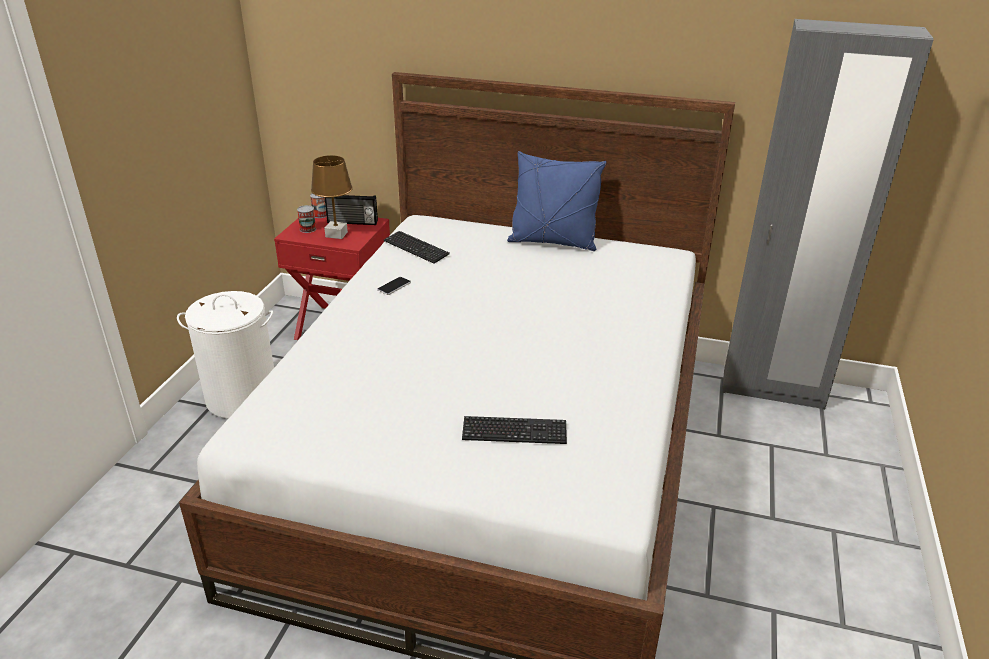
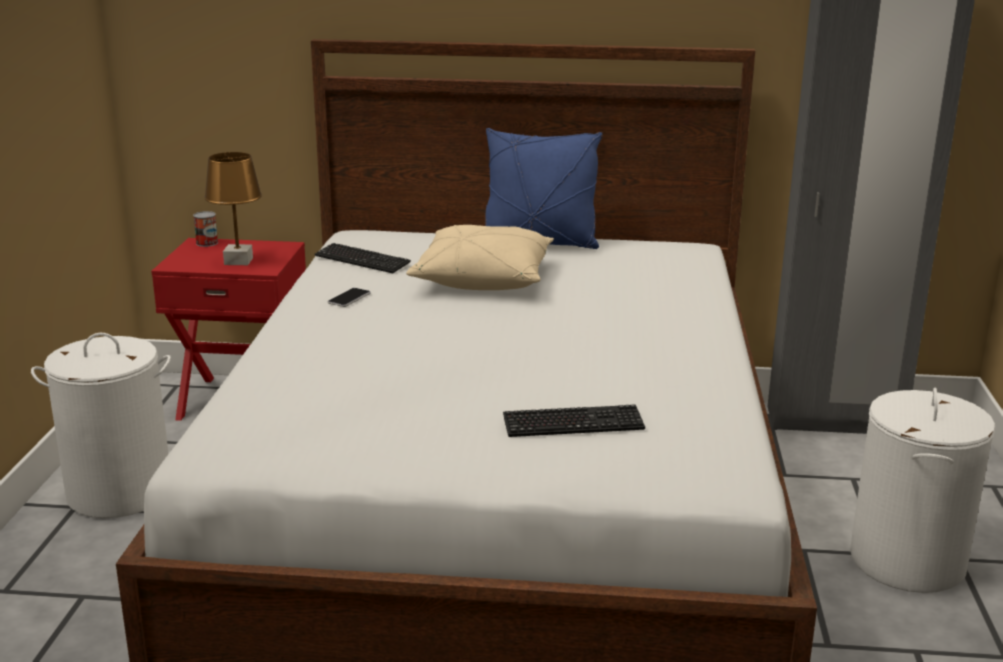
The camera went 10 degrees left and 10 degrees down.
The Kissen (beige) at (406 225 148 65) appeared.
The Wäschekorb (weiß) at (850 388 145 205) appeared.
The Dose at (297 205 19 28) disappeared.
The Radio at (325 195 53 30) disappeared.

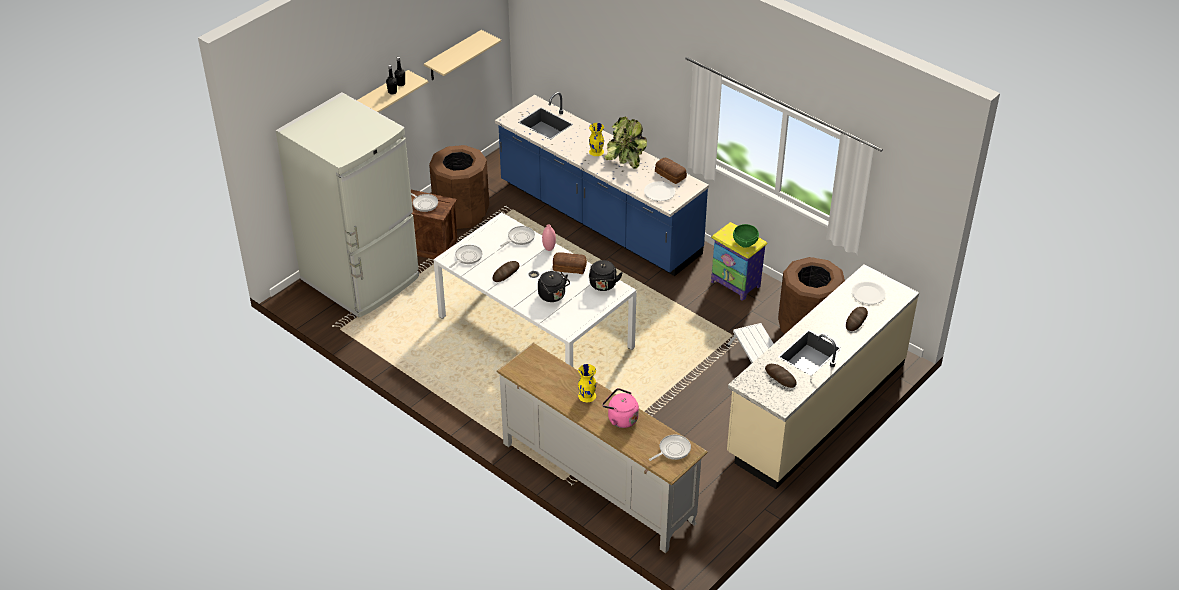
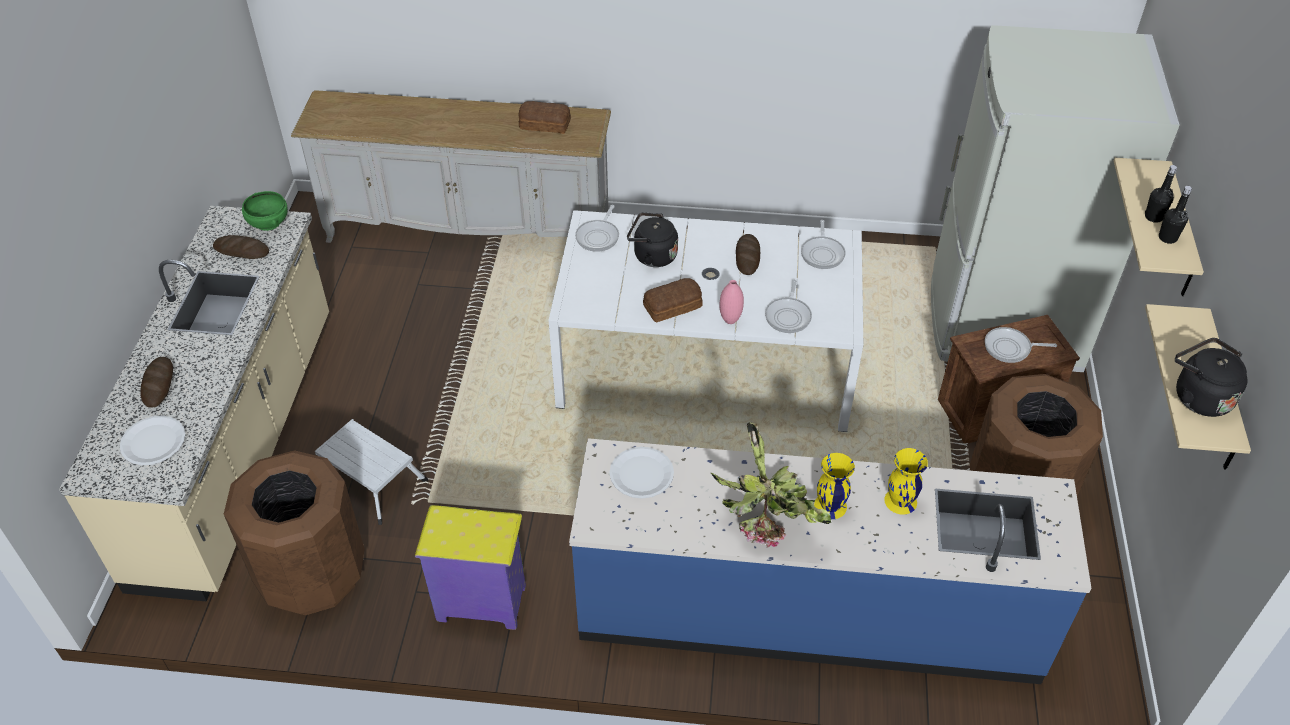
The camera went 145 degrees right and 5 degrees up.
The Schüssel (grün) moved from (733 224 26 24) to (242 191 46 40).
The Brot moved from (655 158 32 26) to (519 101 52 33).
The Pfanne moved from (649 435 42 26) to (575 205 44 47).
The Vase (gelb) moved from (578 364 18 38) to (884 448 44 67).
The Wasserkessel (schwarz) moved from (589 260 34 31) to (1175 338 72 79).
The Wasserkessel (rosa) at (602 388 37 40) disappeared.

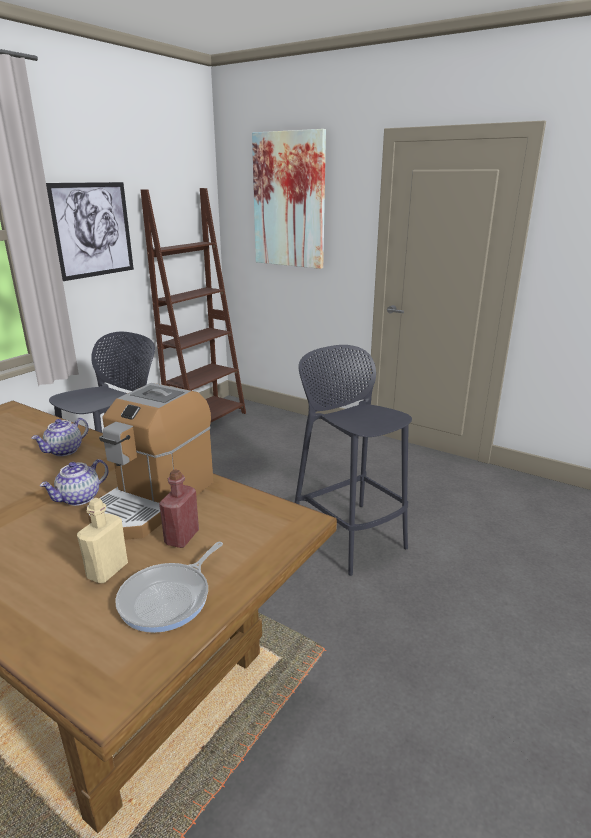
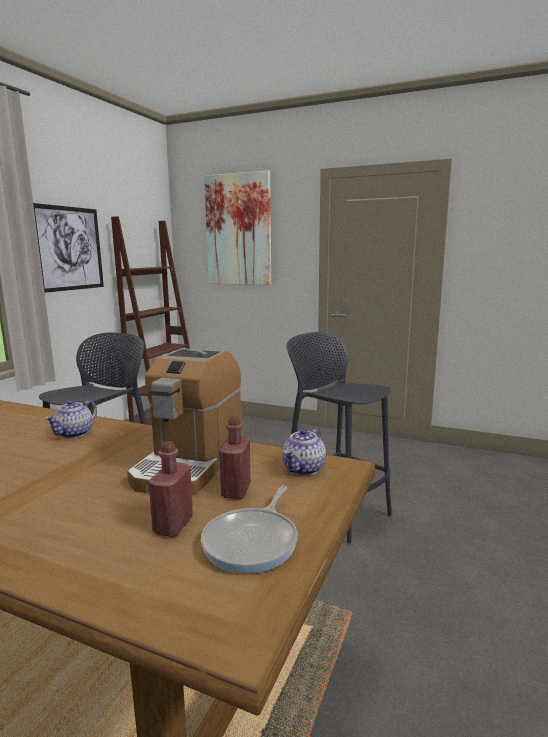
The camera went 10 degrees left and 10 degrees down.
The Flasche (beige) at (77 498 51 85) became the Flasche (rot) at (148 441 45 96).
The Teekanne moved from (39 459 69 47) to (282 428 44 48).

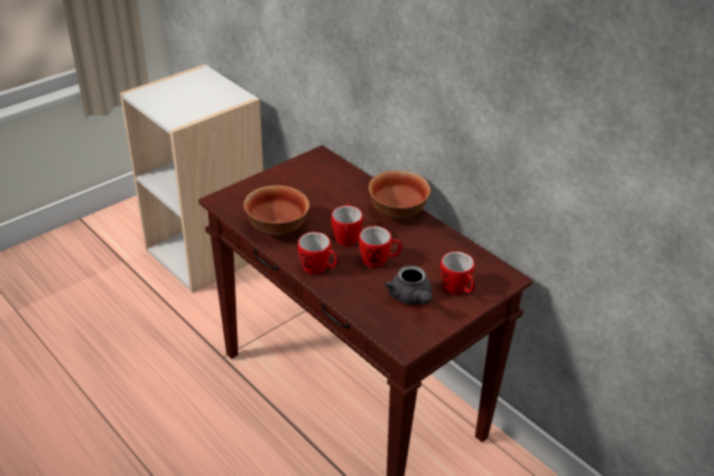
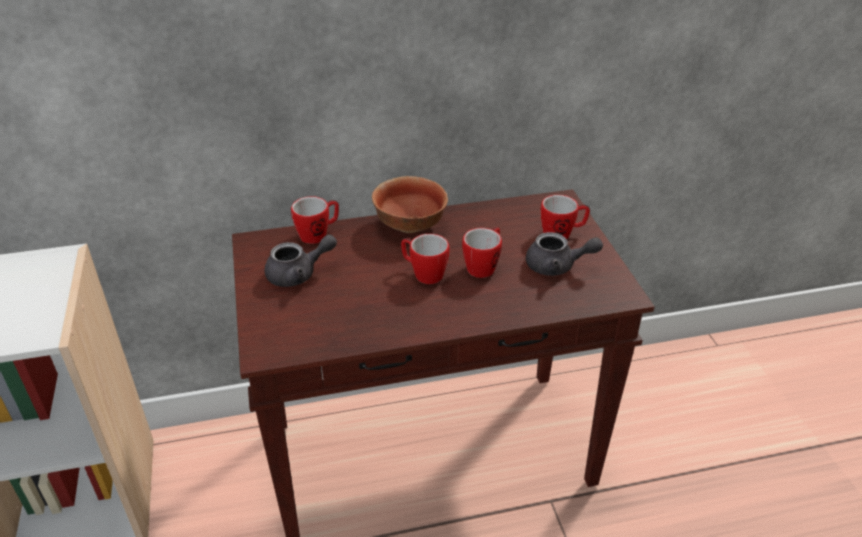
The camera went 60 degrees left and 0 degrees up.
The Teekanne (grau) at (265 234 72 53) appeared.
The Henkelbecher moved from (298 232 40 42) to (291 196 48 48).
The Schüssel at (244 185 66 50) disappeared.

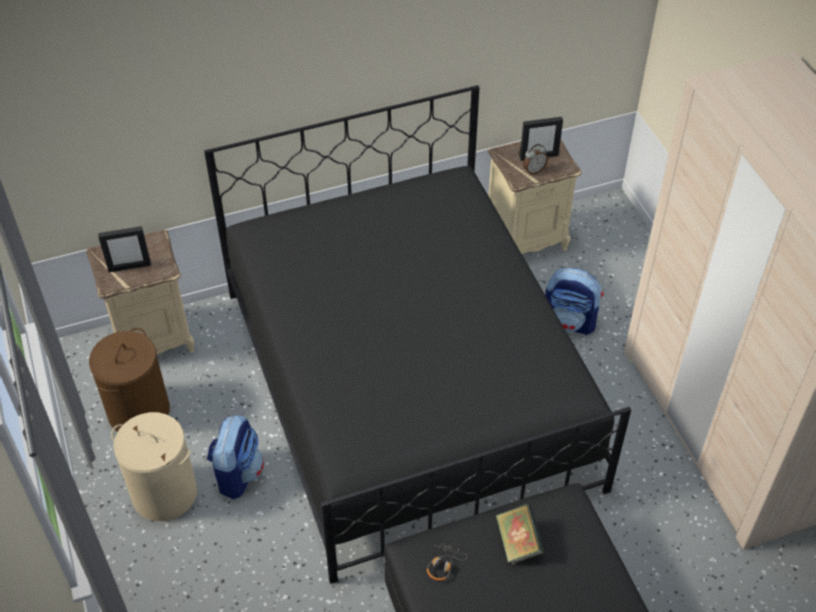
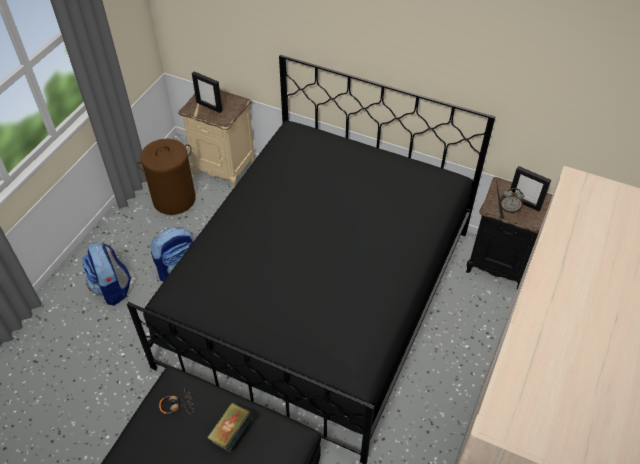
The camera went 45 degrees right and 0 degrees up.
The Rucksack moved from (545 268 59 67) to (82 242 49 64).
The Nachttisch (beige) at (488 140 94 114) became the Nachttisch (schwarz) at (466 177 87 112).
The Wäschekorb (beige) at (111 412 86 109) disappeared.

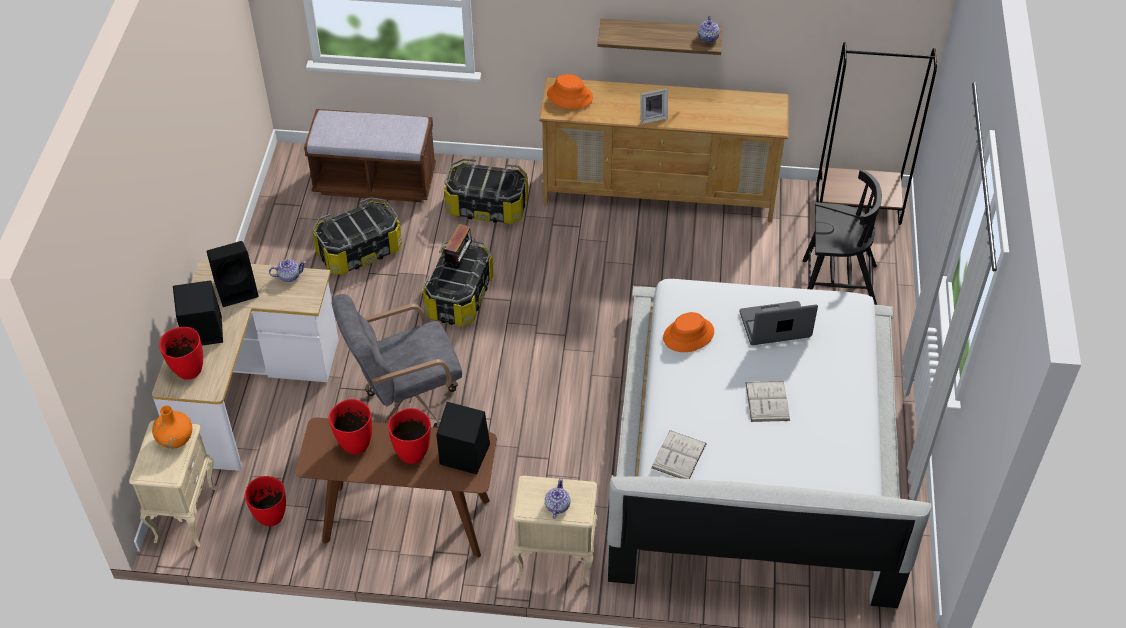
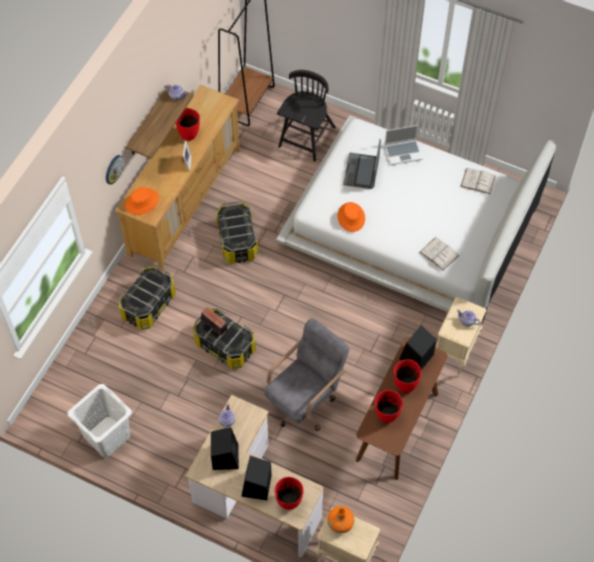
The camera went 70 degrees left and 10 degrees up.
The Wäschekorb (weiß) at (67 384 65 74) appeared.
The Wanduhr at (106 155 18 30) appeared.
The Vase (rot) moved from (245 476 41 50) to (176 108 24 33).
The Aufbewahrungsbox moved from (312 197 90 78) to (216 201 42 63).
The Bürostuhl (grau) at (332 294 130 134) turned 135 degrees counterclockwise.
The Laptop at (385 125 37 40) appeared.
The Buch (weiß) moved from (745 381 45 41) to (460 168 35 26).
The Bank (braun) at (304 109 132 93) disappeared.

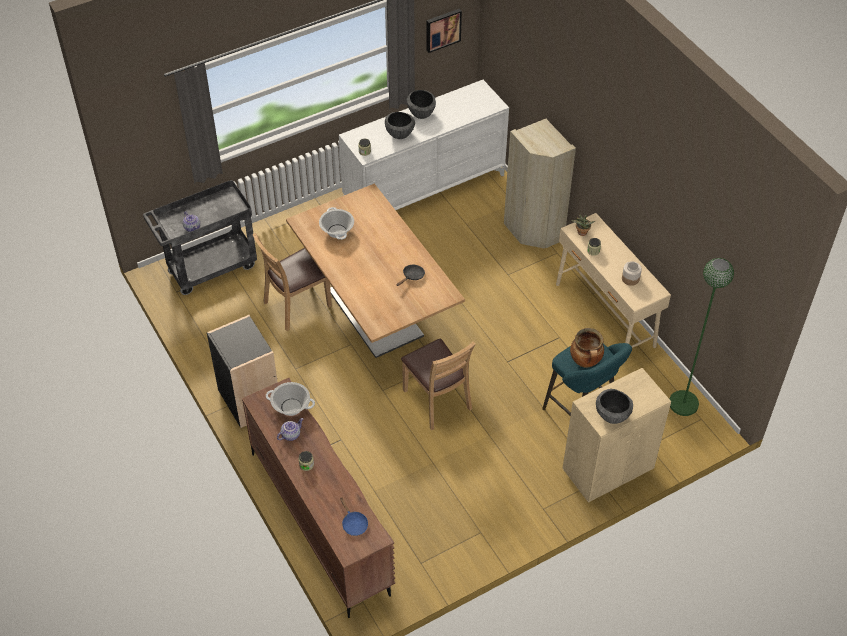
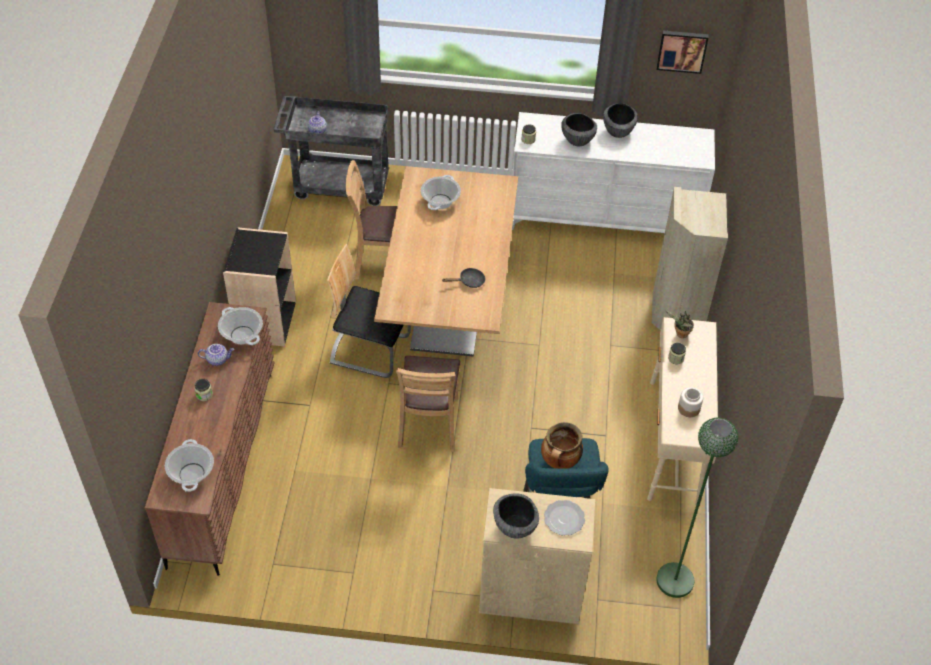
The camera went 35 degrees right and 0 degrees up.
The Pfanne (blau) at (340 497 28 39) was replaced by the Kochtopf at (165 439 49 53).
The Stuhl at (327 244 84 134) appeared.
The Teller at (544 500 41 35) appeared.

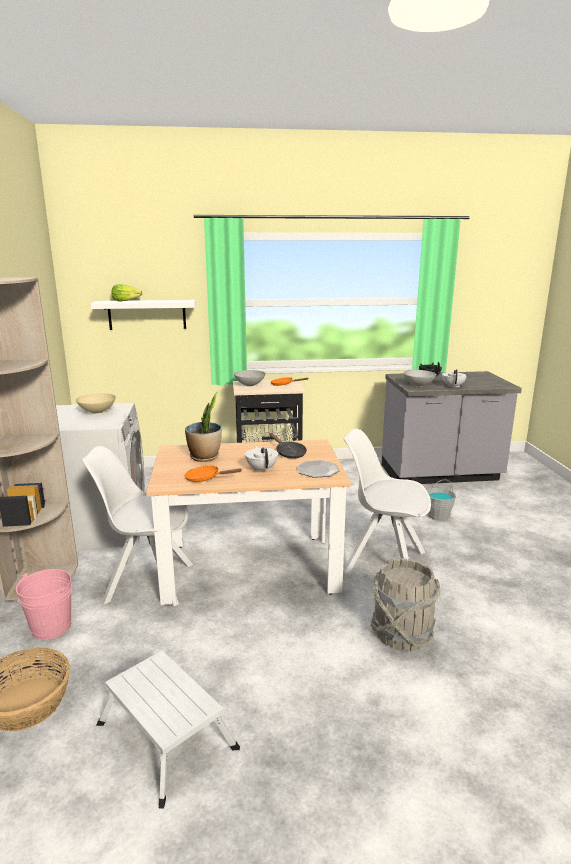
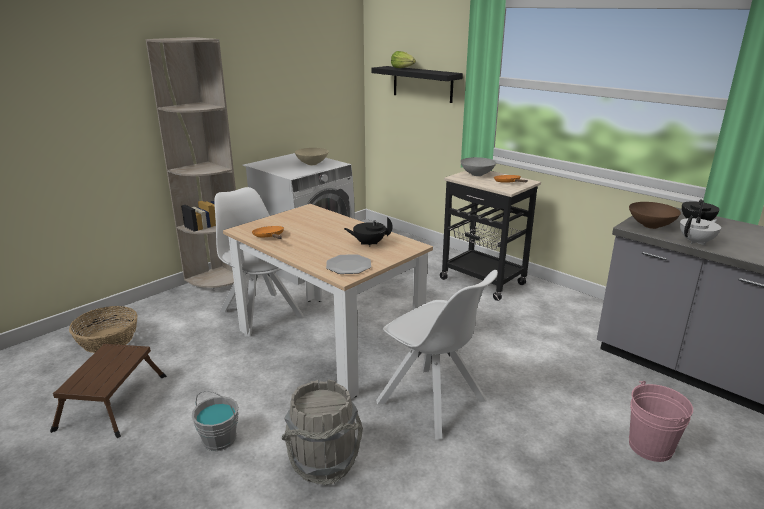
The camera went 50 degrees right and 5 degrees up.
The Trittleiter (weiß) at (96 650 144 159) became the Trittleiter (braun) at (50 344 117 94).
The Eimer (grau) moved from (427 480 29 41) to (192 391 47 60).
The Pfanne (schwarz) at (269 433 38 26) was replaced by the Teekanne (schwarz) at (344 217 49 28).
The Wandregal (weiß) at (91 300 105 30) became the Wandregal (schwarz) at (371 66 92 37).
The Stuhl (weiß) at (343 429 88 143) turned 150 degrees clockwise.
The Schüssel (grau) at (403 370 33 17) became the Schüssel (braun) at (629 202 52 27).
The Eimer (rosa) moved from (16 569 56 71) to (629 381 64 81).
The Topfpflanze at (185 392 37 70) disappeared.
The Teekanne (weiß) at (245 445 33 28) disappeared.

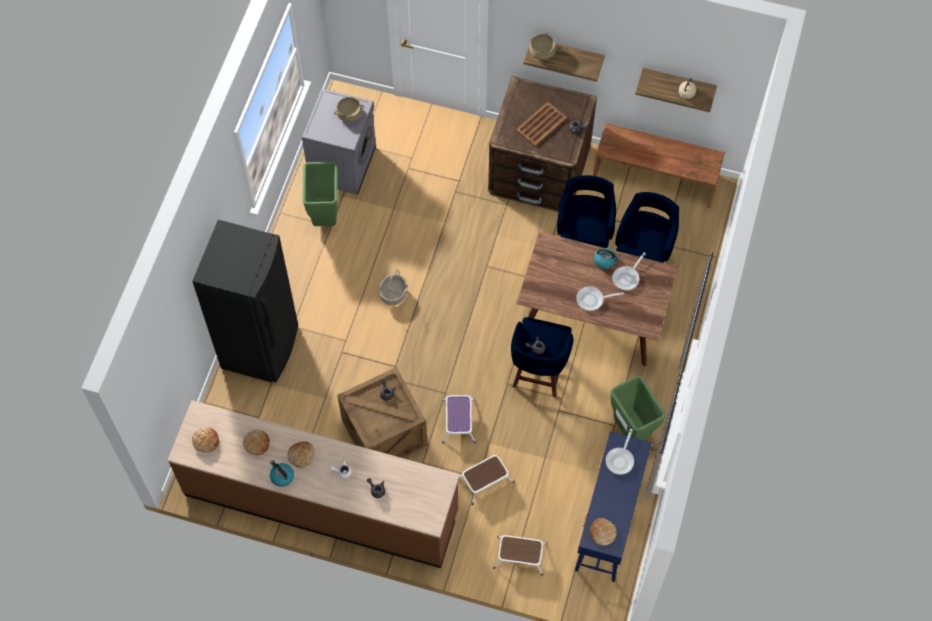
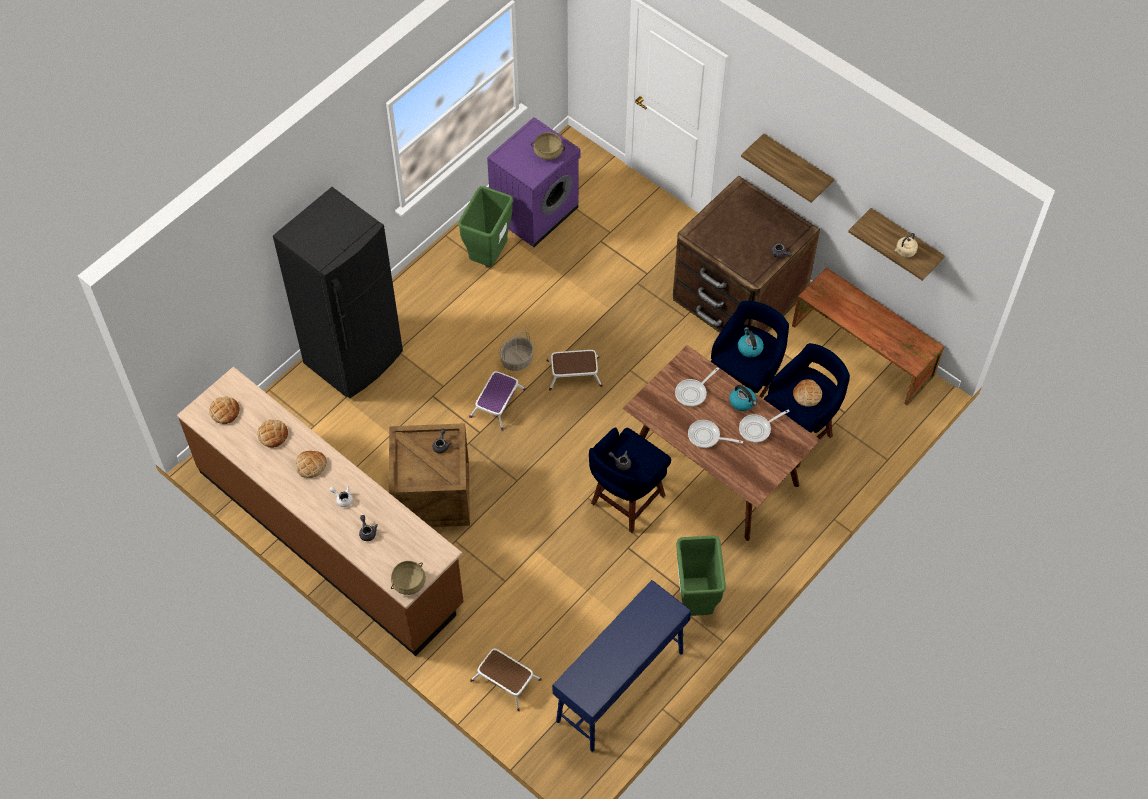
The camera went 25 degrees right and 5 degrees down.
The Kochtopf (beige) moved from (529 33 27 27) to (391 561 35 34).
The Trittleiter (lila) moved from (442 395 34 49) to (469 371 57 60).
The Waschmaschine (grau) at (302 89 74 106) became the Waschmaschine (lila) at (487 117 94 130).
The Trittleiter (braun) moved from (459 455 56 50) to (546 350 57 41).
The Pfanne moved from (606 429 28 46) to (675 367 44 40).
The Wasserkessel moved from (270 460 24 27) to (738 327 26 31).
The Brot moved from (589 518 28 28) to (793 379 29 28).
The Tablett (braun) at (516 102 51 45) disappeared.

